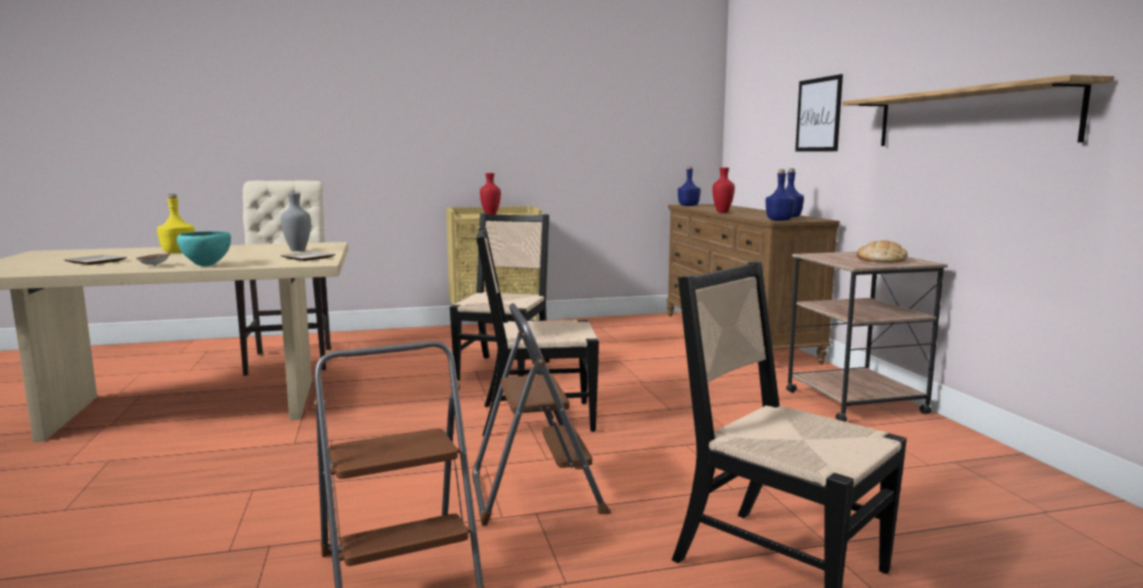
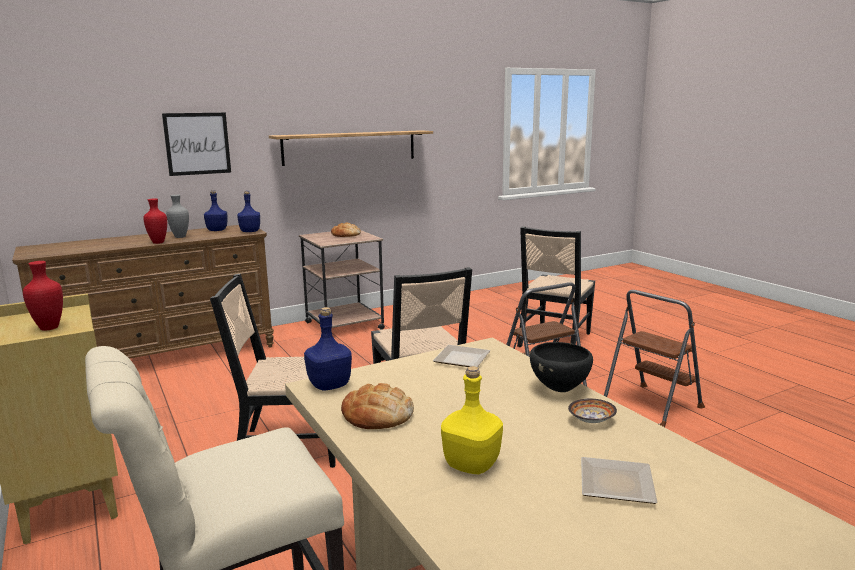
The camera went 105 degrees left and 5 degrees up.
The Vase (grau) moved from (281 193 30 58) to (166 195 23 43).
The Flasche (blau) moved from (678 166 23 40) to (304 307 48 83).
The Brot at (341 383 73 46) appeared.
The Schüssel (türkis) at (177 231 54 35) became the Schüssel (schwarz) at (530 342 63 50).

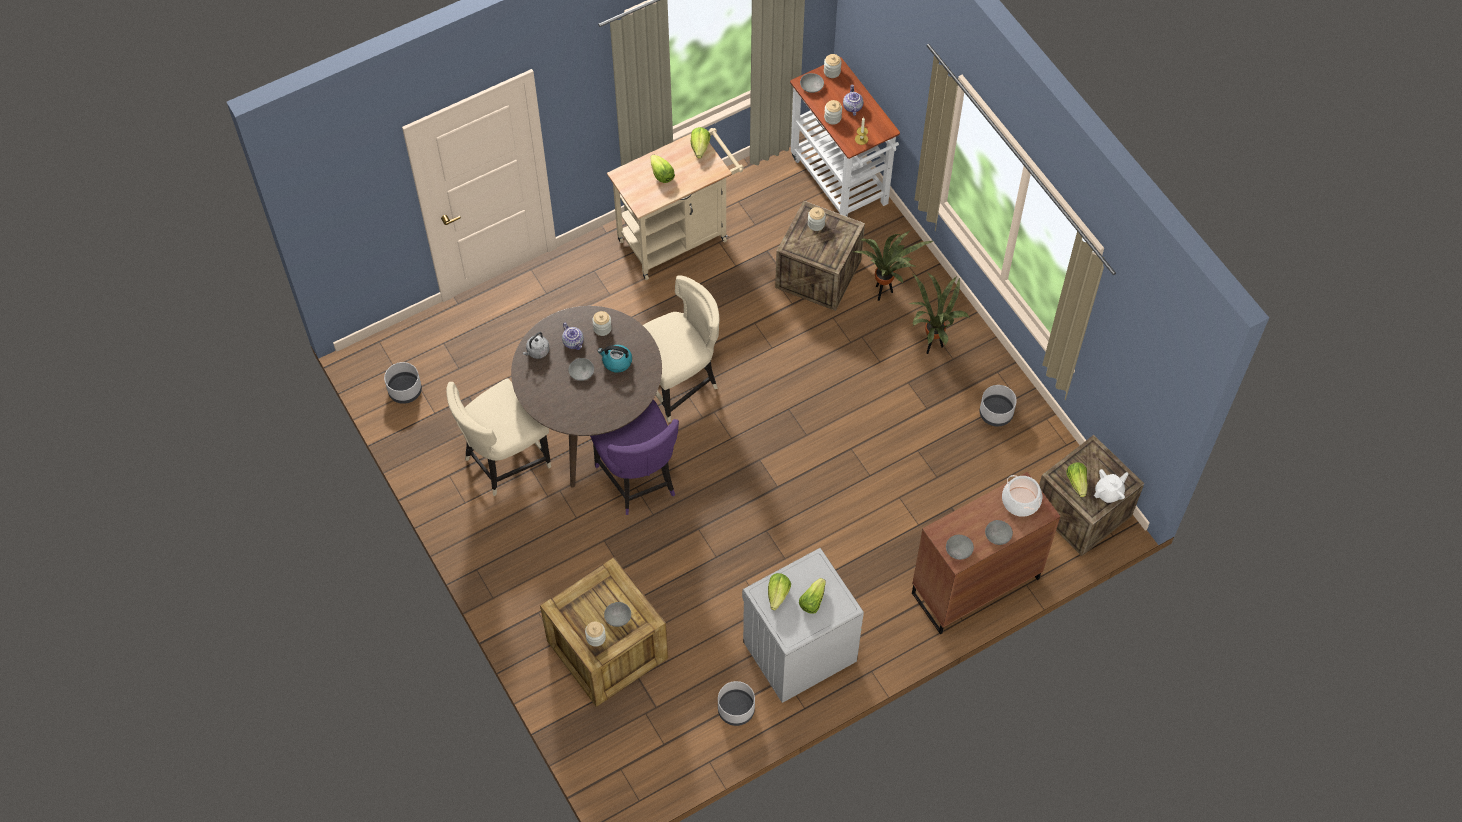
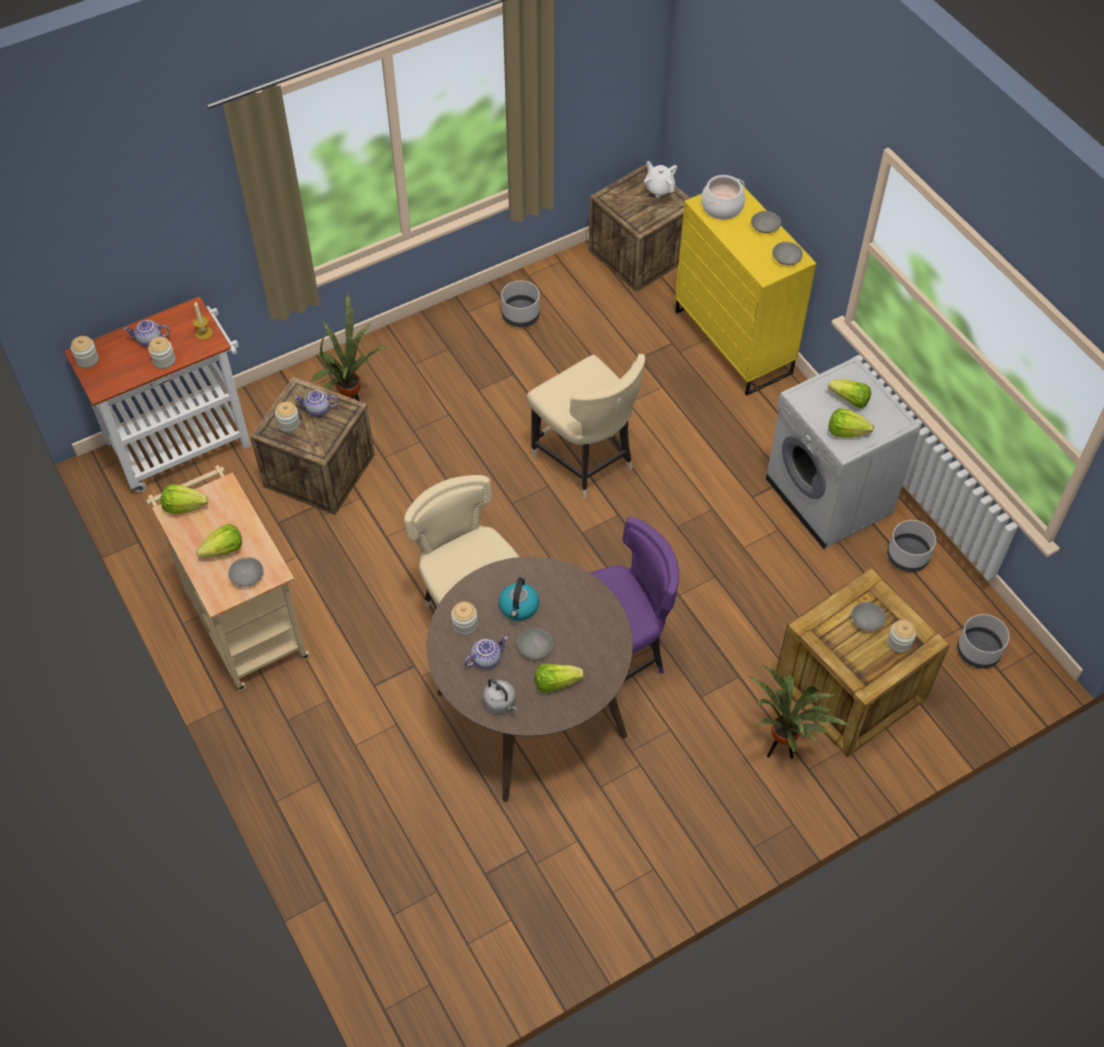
The camera went 90 degrees left and 5 degrees down.
The Schüssel (grau) moved from (800 73 24 20) to (228 557 35 30).
The Teekanne at (294 390 44 26) appeared.
The Stuhl (beige) moved from (446 378 105 118) to (527 354 118 145).
The Salatkopf moved from (1066 463 22 34) to (535 664 49 29).
The Kommode (braun) at (912 472 148 162) became the Kommode (gelb) at (675 185 141 211).
The Topfpflanze moved from (909 273 61 81) to (747 665 104 94).
The Pflanzkübel (grau) moved from (384 362 38 42) to (957 614 52 54).

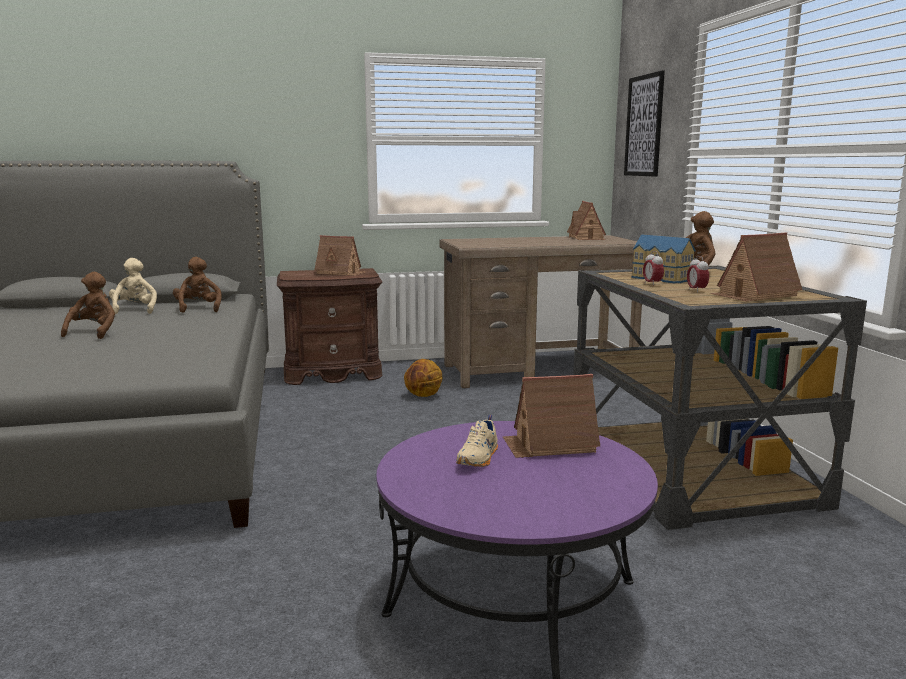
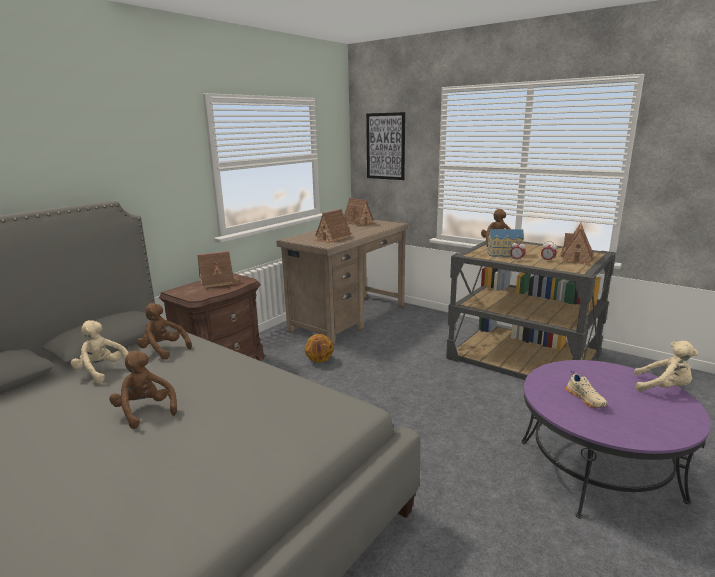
The camera went 40 degrees left and 5 degrees up.
The Spielzeughaus moved from (503 374 97 84) to (314 209 37 34).
The Plüschtier (beige) at (634 341 64 51) appeared.

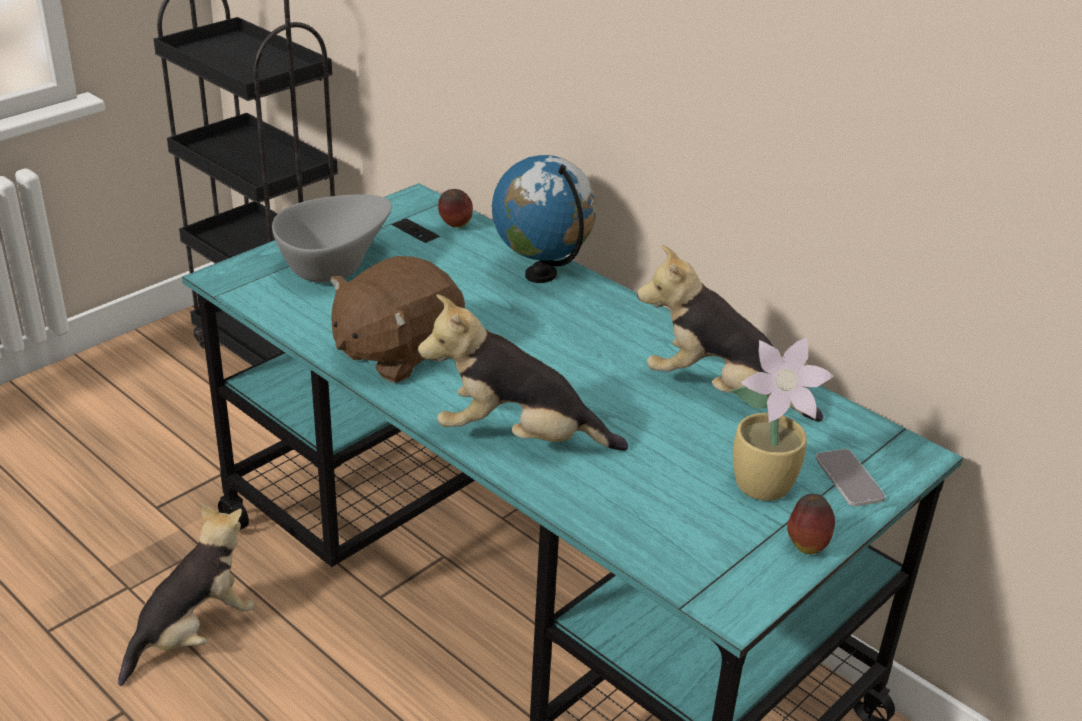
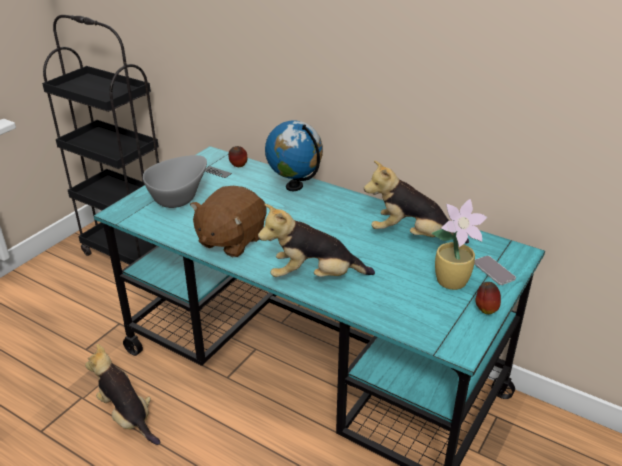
The camera went 10 degrees left and 0 degrees up.
The Plüschtier at (118 503 136 183) turned 75 degrees counterclockwise.

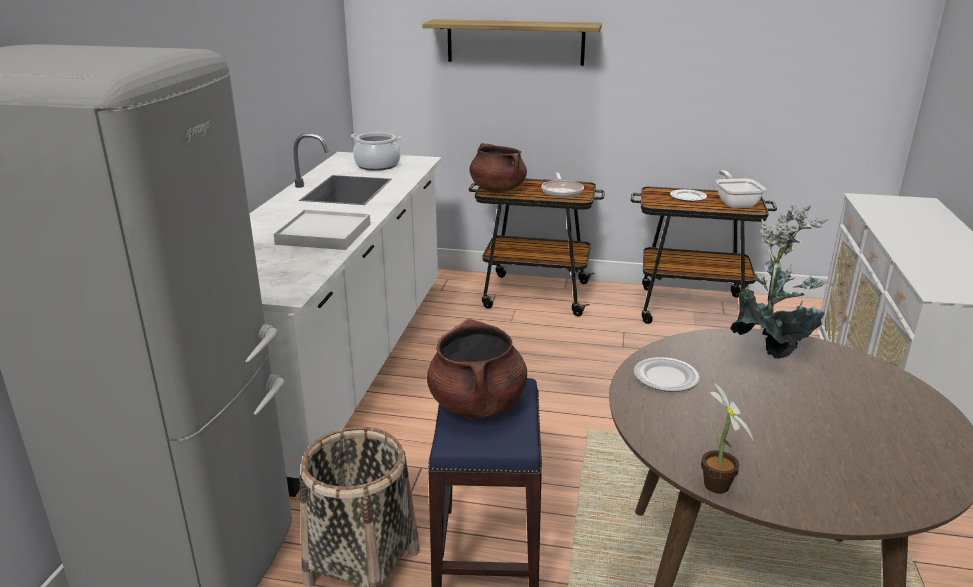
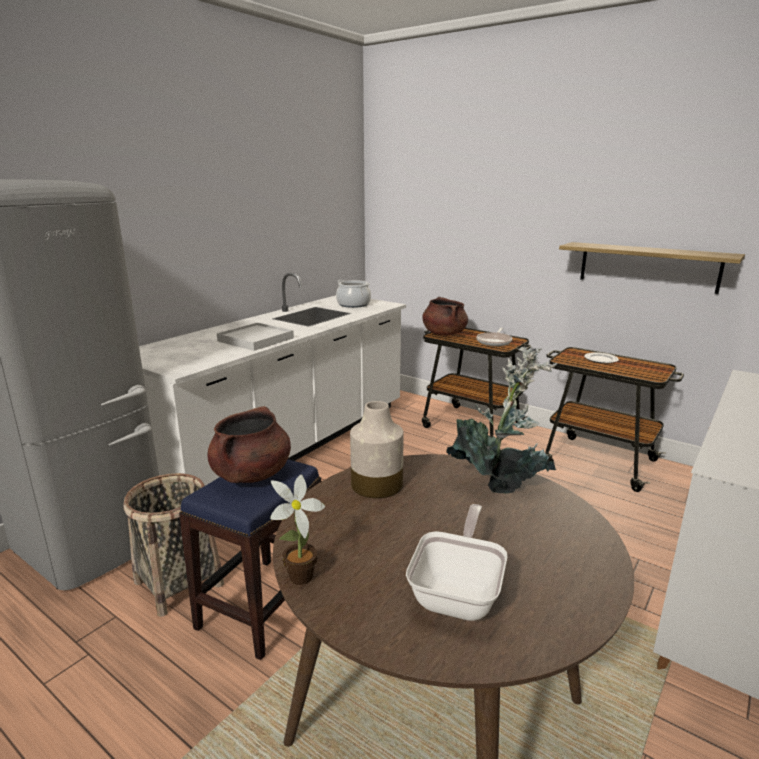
The camera went 25 degrees right and 5 degrees down.
The Teller at (634 357 66 35) was replaced by the Vase (beige) at (350 401 54 97).
The Pfanne moved from (715 170 51 38) to (406 504 102 117).
The Wandregal moved from (422 19 180 47) to (559 242 186 52).

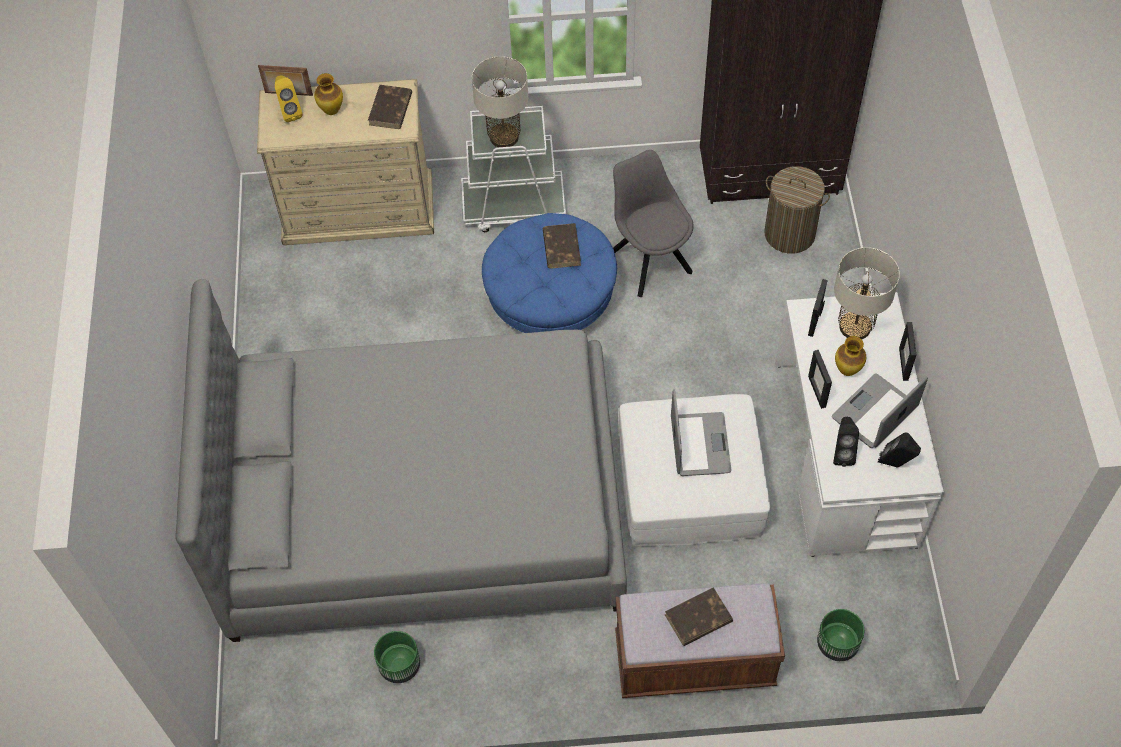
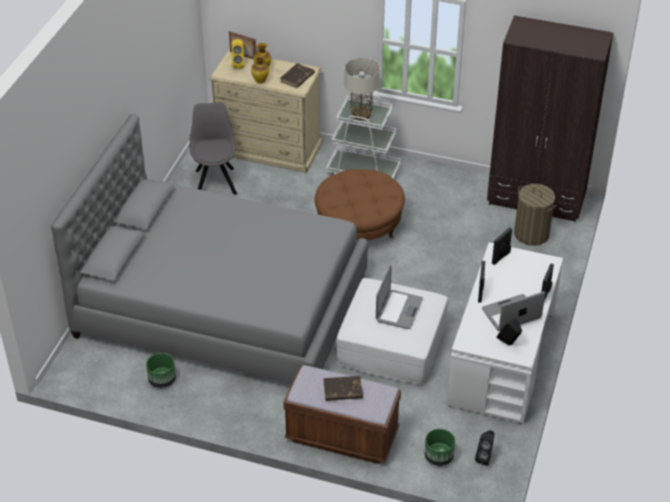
The camera went 20 degrees right and 15 degrees down.
The Stuhl (grau) moved from (613 150 81 147) to (189 102 48 93).
The Vase moved from (835 336 31 40) to (251 55 18 29).
The Polsterhocker (blau) at (482 213 135 120) became the Polsterhocker (braun) at (315 169 90 71).
The Lautsprecher (schwarz) moved from (833 417 26 50) to (475 430 19 36).
The Buch (braun) at (543 223 38 46) disappeared.
The Tischlampe at (834 247 66 92) disappeared.

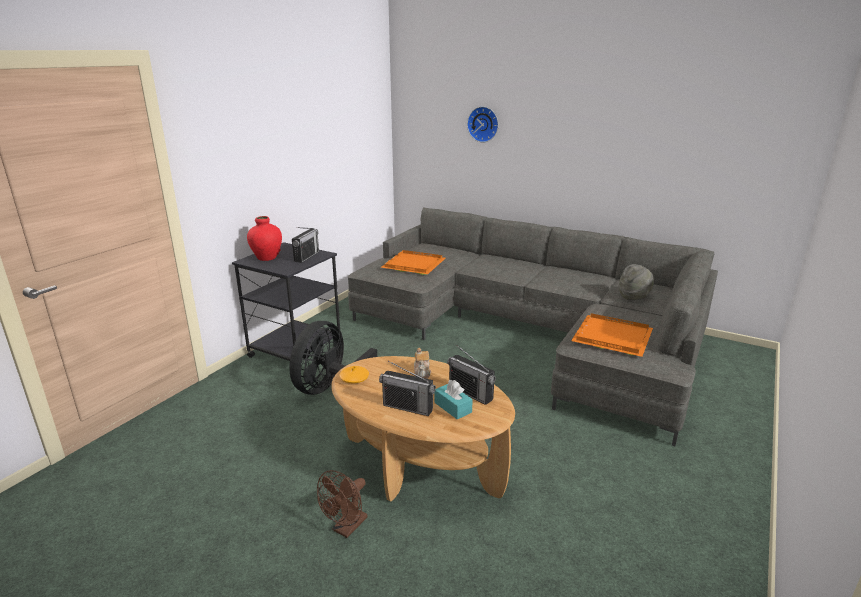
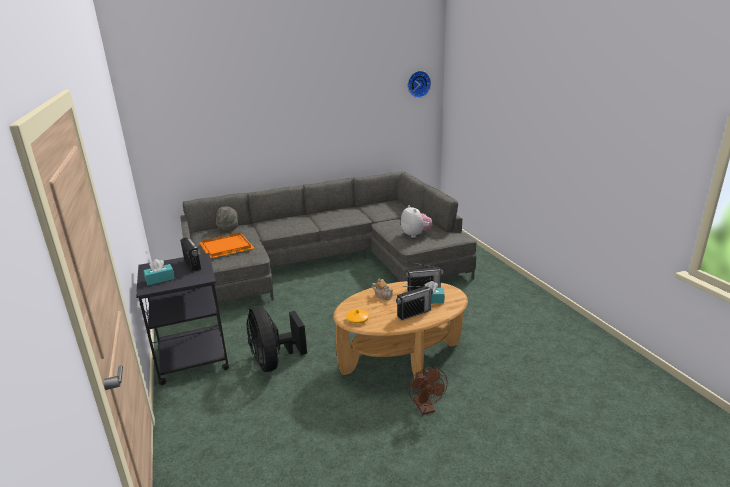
The camera went 50 degrees left and 0 degrees up.
The Vase (rot) at (247 216 35 45) was replaced by the Taschentuchbox (türkis) at (143 259 32 26).
The Hut (grau) moved from (618 264 36 36) to (216 206 23 26).
The Tablett (orange) at (571 313 82 44) was replaced by the Plüschtier at (401 205 31 33).
The Wanduhr moved from (467 107 32 36) to (408 71 23 27).

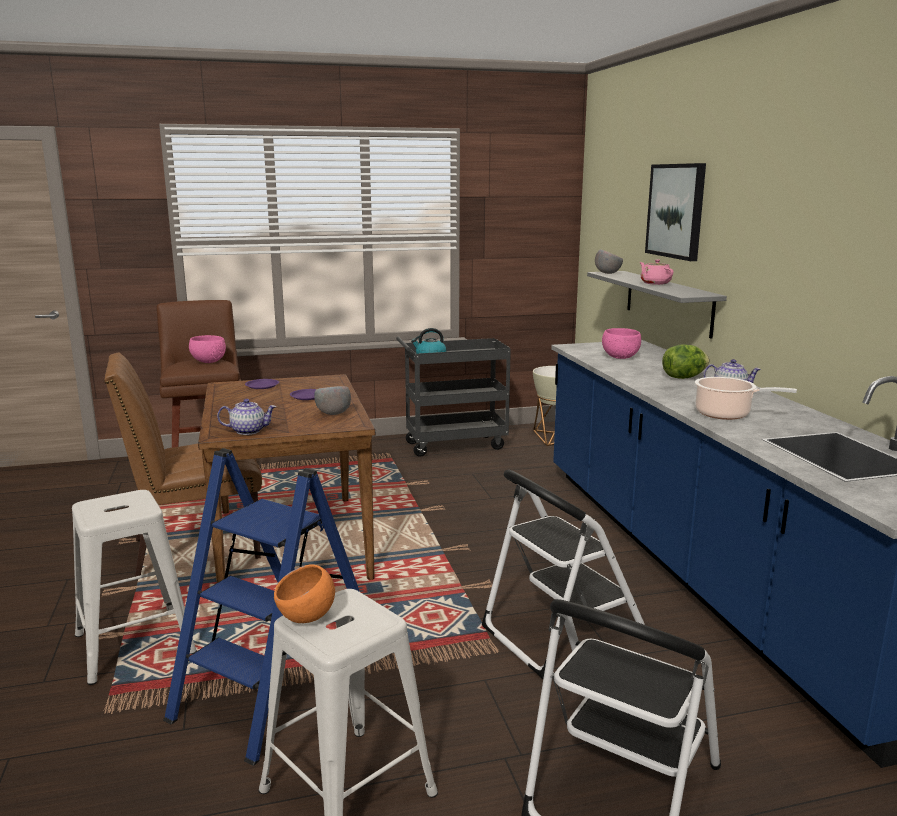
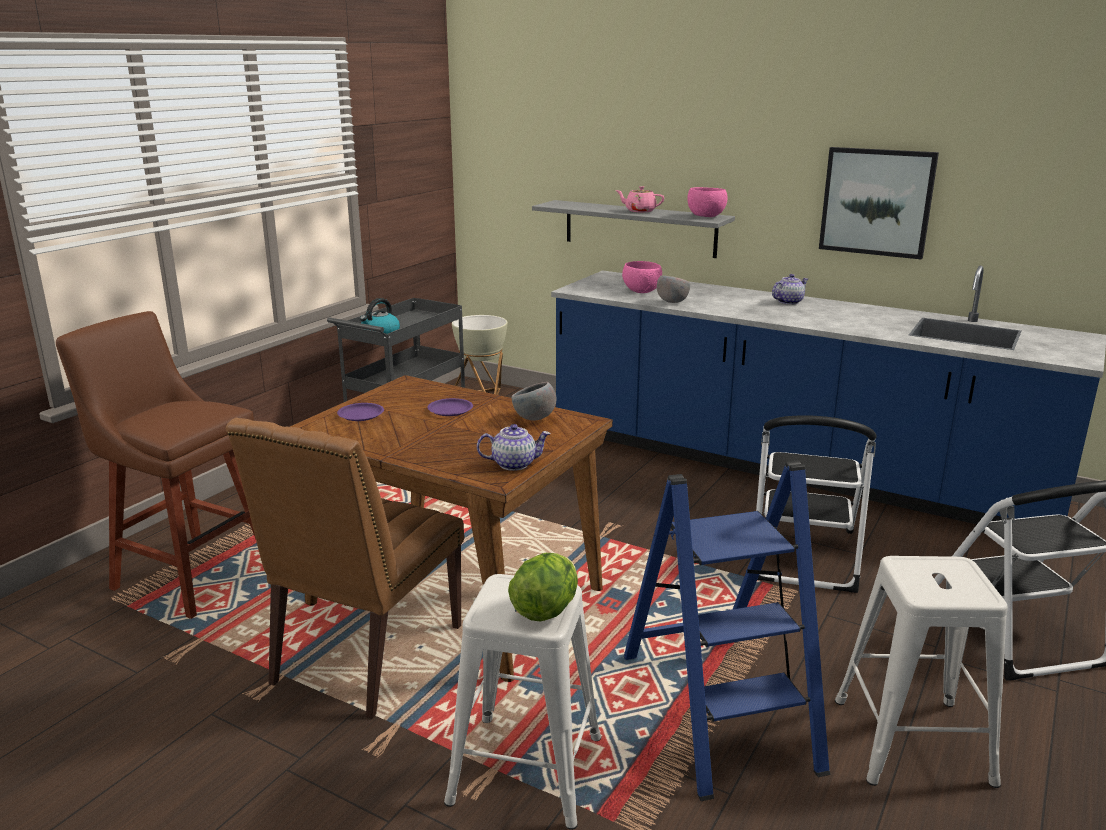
The camera went 45 degrees left and 5 degrees up.
The Teekanne at (217 399 59 36) turned 45 degrees clockwise.
The Salatkopf moved from (662 344 48 35) to (508 553 70 69).
The Schüssel (grau) moved from (595 249 28 25) to (657 275 33 28).
The Schüssel (rosa) moved from (189 335 37 28) to (687 187 41 30).
The Bild moved from (645 163 61 98) to (819 147 120 112).
The Schüssel (orange) at (274 564 61 59) disappeared.
The Kochtopf at (695 377 102 43) disappeared.

